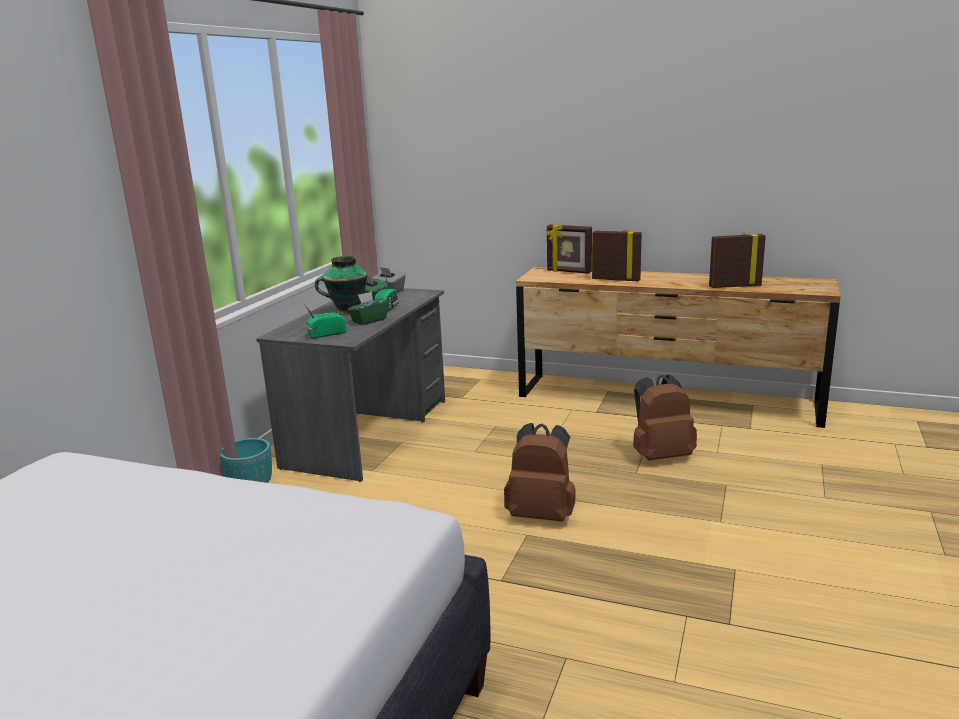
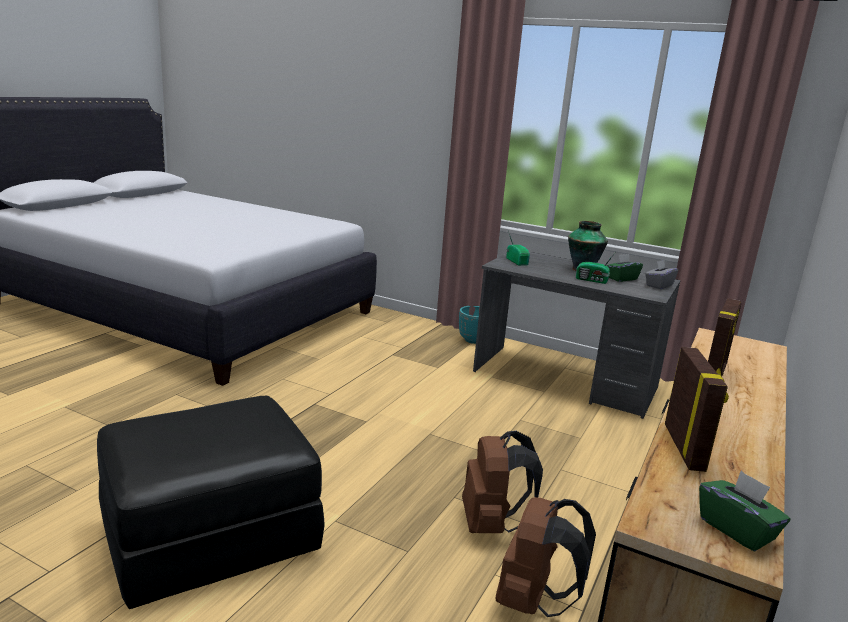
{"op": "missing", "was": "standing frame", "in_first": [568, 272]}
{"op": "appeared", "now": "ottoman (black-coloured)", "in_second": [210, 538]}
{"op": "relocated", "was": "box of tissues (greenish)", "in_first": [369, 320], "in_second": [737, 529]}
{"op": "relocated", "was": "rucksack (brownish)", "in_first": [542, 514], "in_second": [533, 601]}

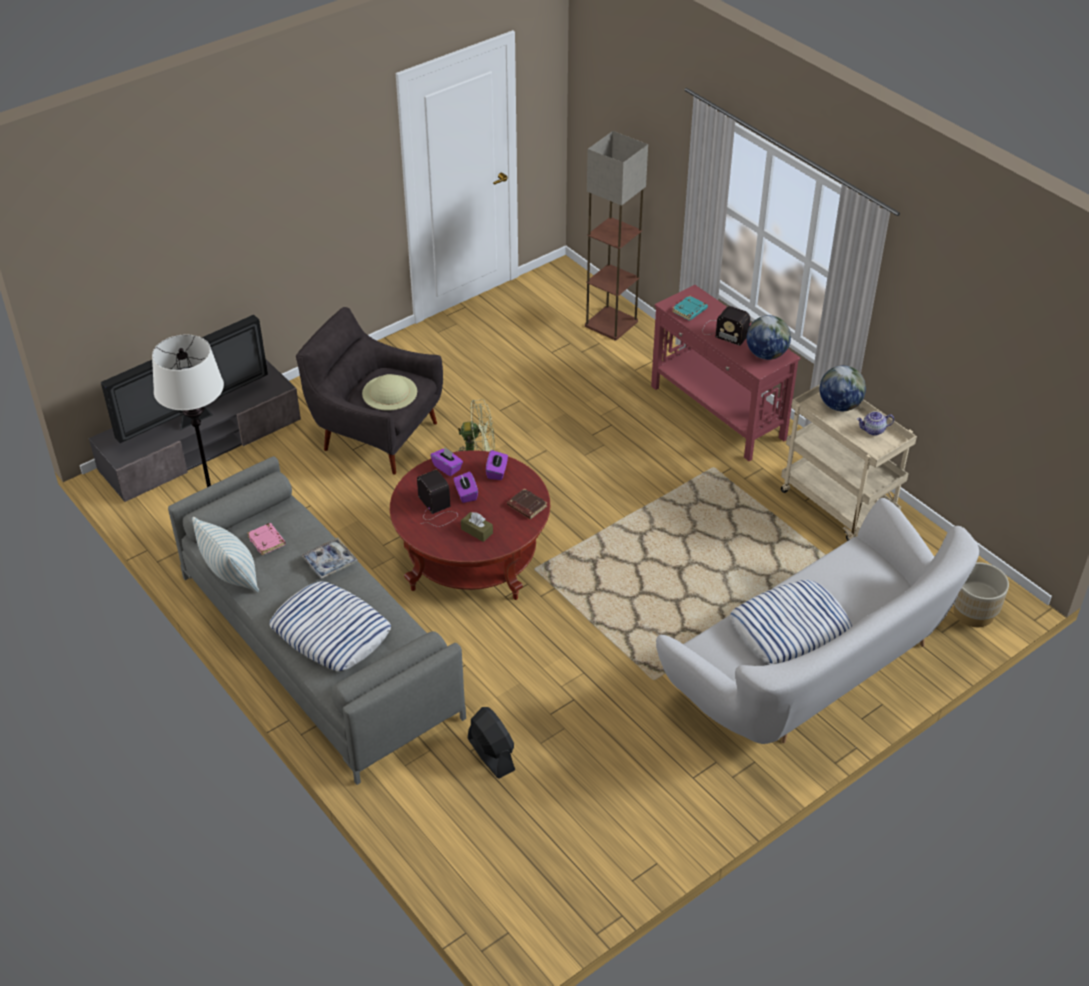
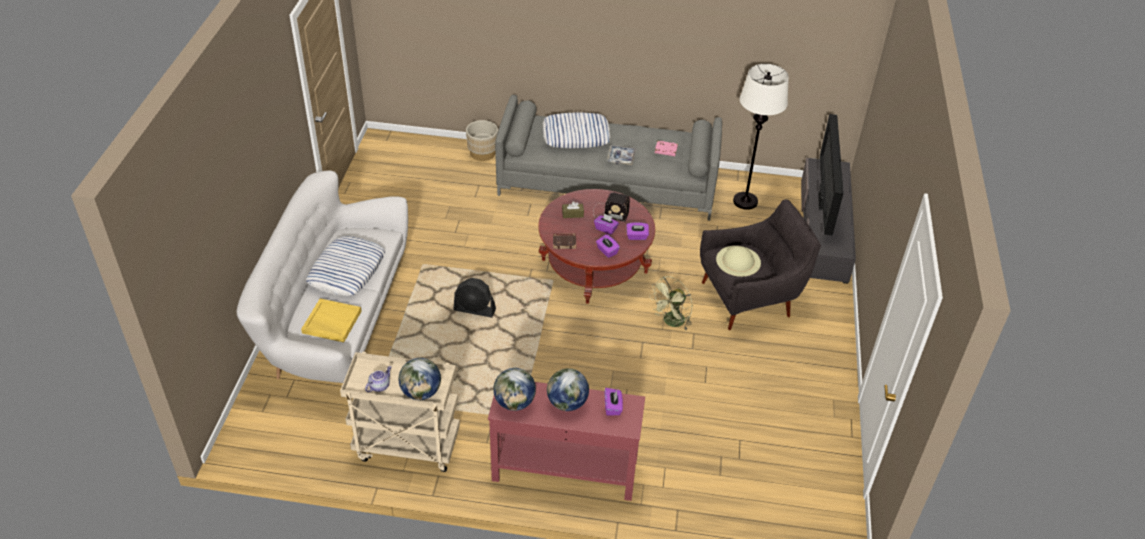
{"op": "missing", "was": "throw pillow", "in_first": [231, 576]}
{"op": "missing", "was": "floor lamp", "in_first": [611, 324]}
{"op": "appeared", "now": "carrying tray (yellow-coloured)", "in_second": [331, 322]}
{"op": "relocated", "was": "electric fan (black-coloured)", "in_first": [491, 754], "in_second": [474, 310]}
{"op": "relocated", "was": "plant pot (sand-coloured)", "in_first": [973, 613], "in_second": [482, 153]}
{"op": "exchanged", "was": "book (turquoise)", "now": "box of tissues (purple-coloured)", "in_first": [689, 311], "in_second": [613, 407]}
{"op": "exchanged", "was": "radio", "now": "globe", "in_first": [723, 332], "in_second": [567, 403]}

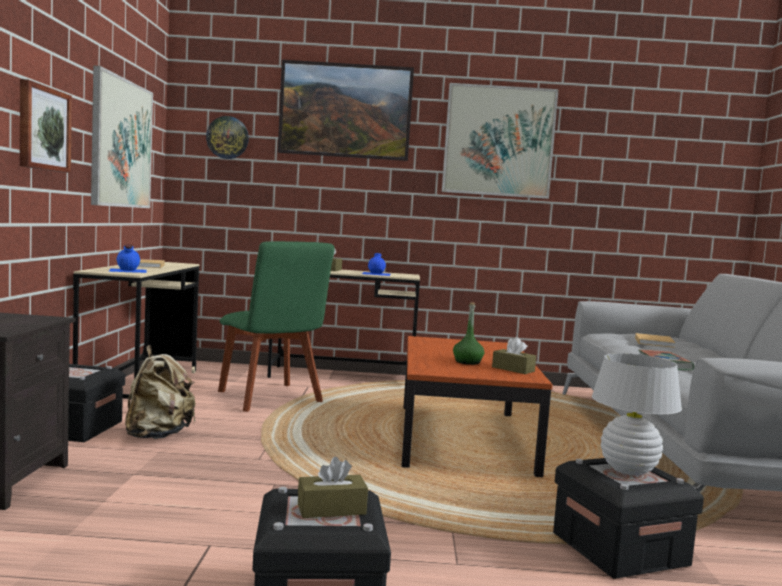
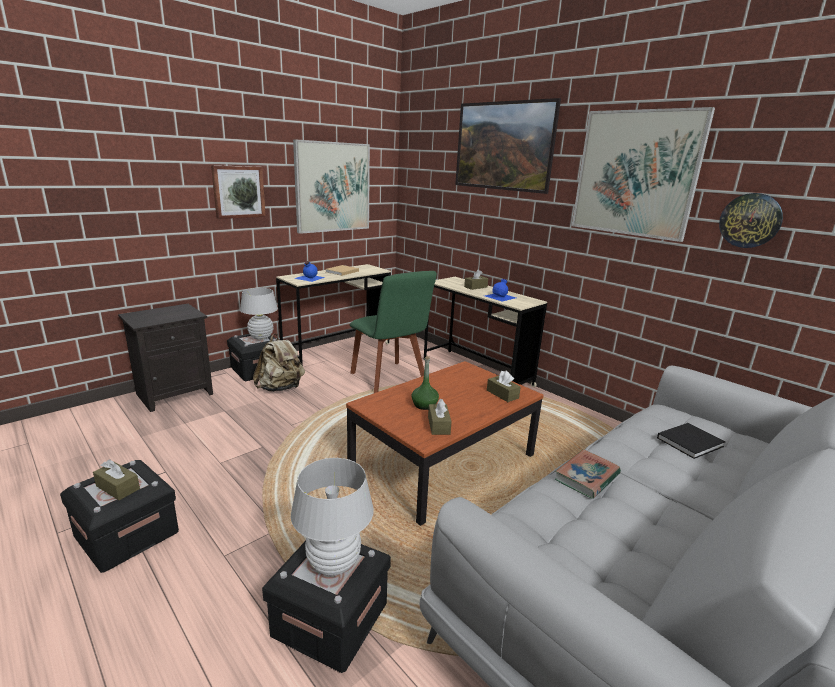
{"op": "appeared", "now": "lamp for a table (whitish)", "in_second": [261, 337]}
{"op": "appeared", "now": "box of tissues (brownish)", "in_second": [502, 394]}
{"op": "relocated", "was": "clock on the wall", "in_first": [227, 137], "in_second": [750, 220]}
{"op": "colour", "was": "book (sand-coloured)", "now": "book (black-coloured)", "in_first": [654, 342], "in_second": [691, 442]}
{"op": "spun", "was": "chair (greenish)", "in_first": [271, 398], "in_second": [390, 379], "clockwise": -45}

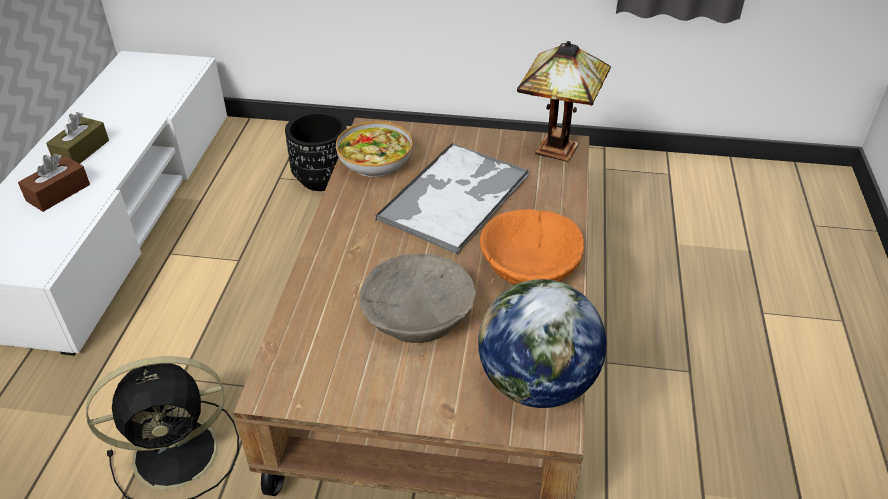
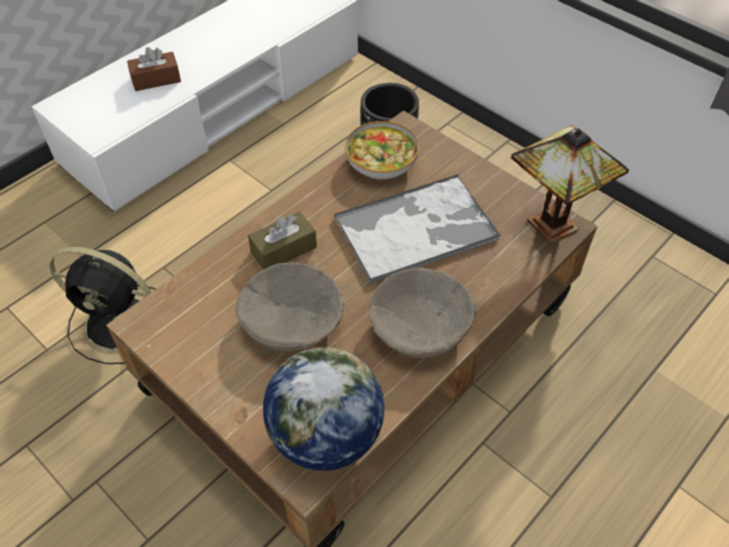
{"op": "relocated", "was": "box of tissues (brownish)", "in_first": [81, 151], "in_second": [284, 249]}
{"op": "colour", "was": "deep dish (orange)", "now": "deep dish (sand-coloured)", "in_first": [529, 264], "in_second": [420, 326]}

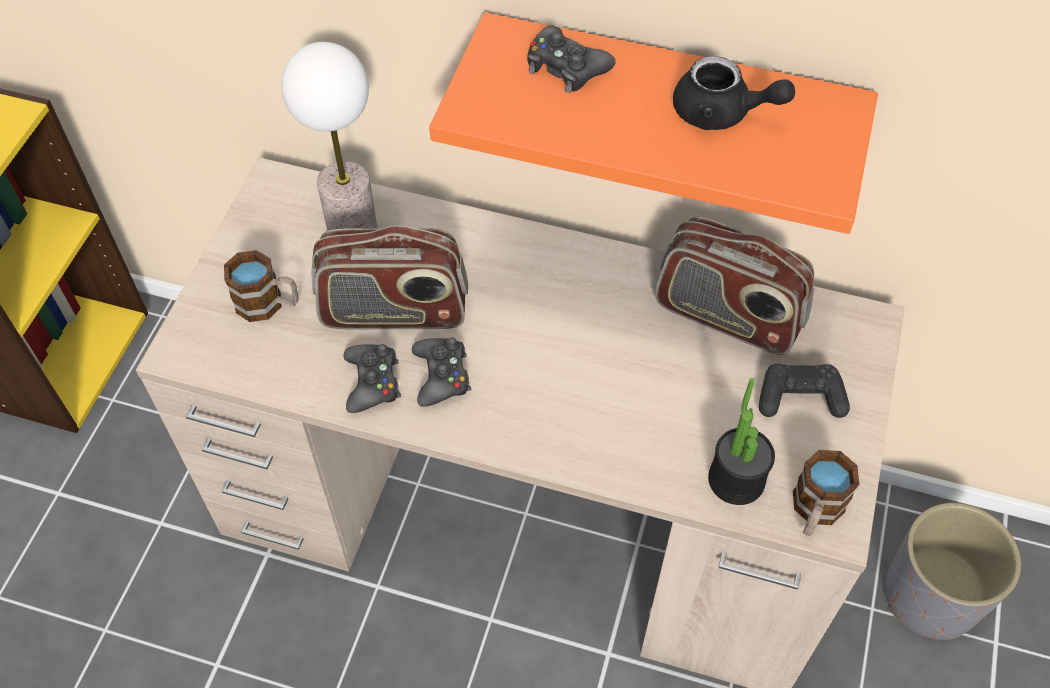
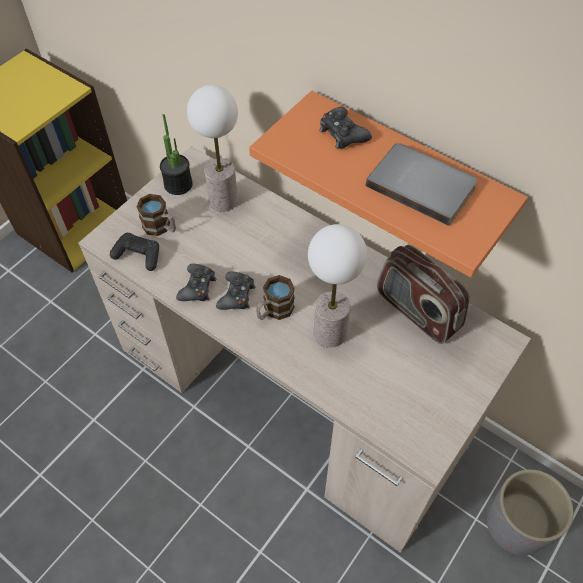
{"op": "missing", "was": "radio", "in_first": [394, 312]}
{"op": "appeared", "now": "lamp for a table", "in_second": [330, 332]}
{"op": "relocated", "was": "potted plant", "in_first": [736, 480], "in_second": [178, 184]}
{"op": "relocated", "was": "gamepad (black-coloured)", "in_first": [800, 398], "in_second": [138, 255]}
{"op": "relocated", "was": "mug", "in_first": [814, 511], "in_second": [274, 311]}
{"op": "exchanged", "was": "pot for tea (black-coloured)", "now": "book (grey)", "in_first": [721, 114], "in_second": [422, 184]}

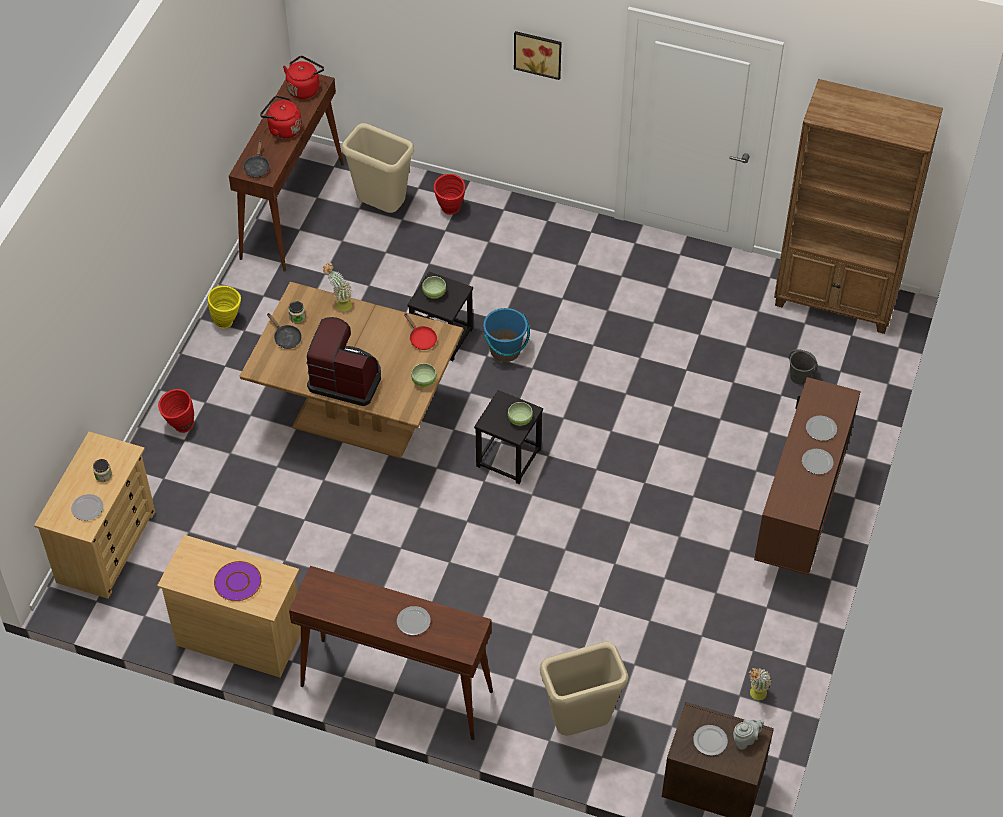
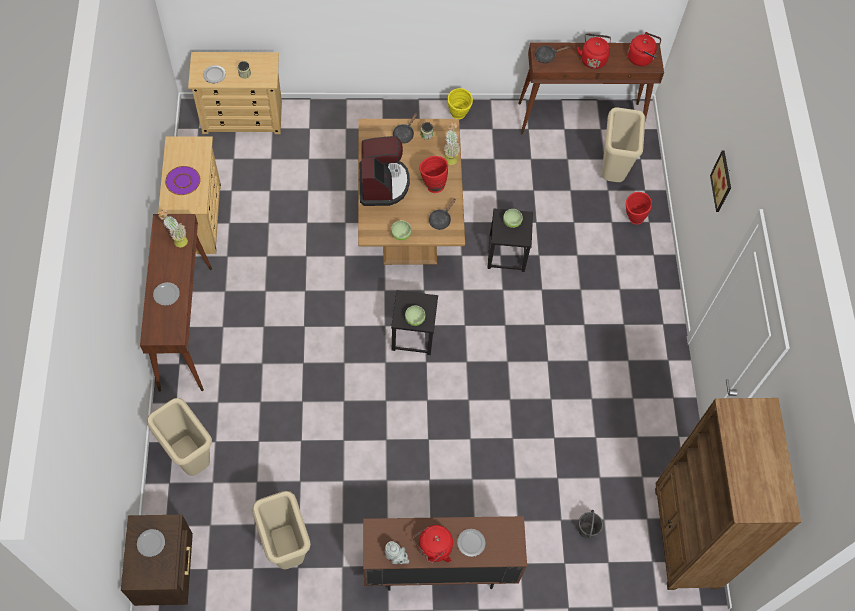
{"op": "missing", "was": "pail (blue)", "in_first": [505, 351]}
{"op": "appeared", "now": "rubbish bin (sand-coloured)", "in_second": [286, 549]}
{"op": "relocated", "was": "vase (reddish)", "in_first": [179, 427], "in_second": [432, 185]}
{"op": "relocated", "was": "pot for tea (grey)", "in_first": [745, 739], "in_second": [395, 557]}
{"op": "relocated", "was": "potted plant", "in_first": [755, 696], "in_second": [177, 240]}
{"op": "exchanged", "was": "dinner plate", "now": "water kettle (reddish)", "in_first": [817, 463], "in_second": [433, 549]}
{"op": "colour", "was": "pan (reddish)", "now": "pan (black-coloured)", "in_first": [421, 339], "in_second": [441, 219]}

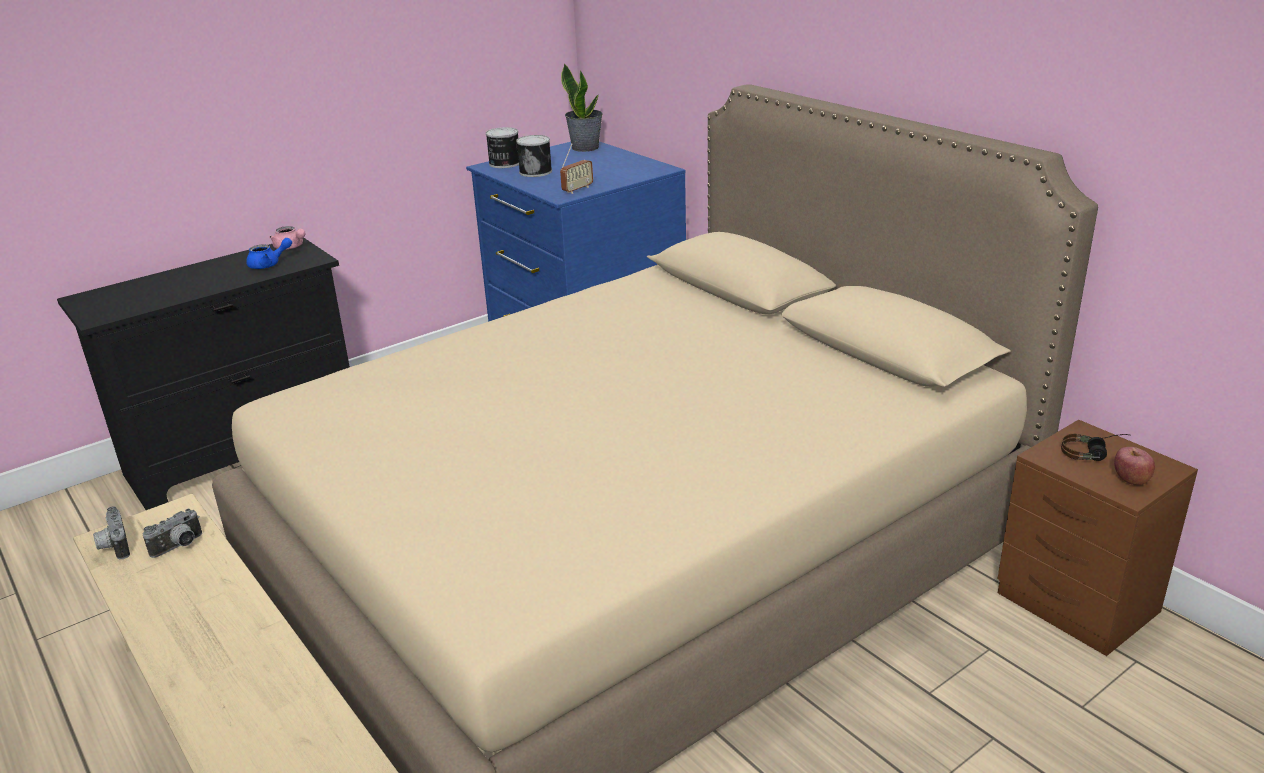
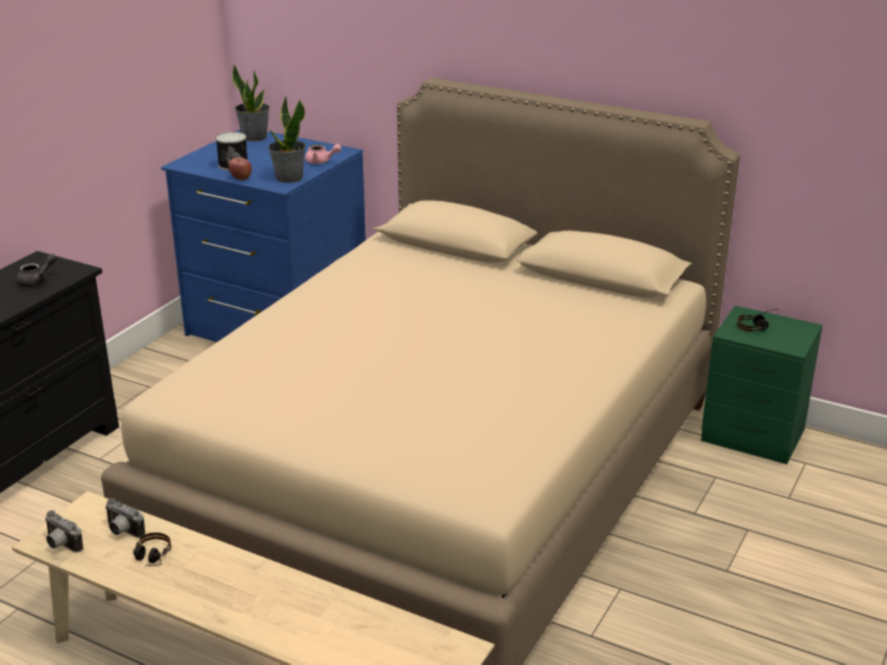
{"op": "missing", "was": "metal can", "in_first": [504, 163]}
{"op": "appeared", "now": "headset", "in_second": [150, 559]}
{"op": "relocated", "was": "pot for tea (pink-coloured)", "in_first": [290, 247], "in_second": [321, 162]}
{"op": "relocated", "was": "whole apple", "in_first": [1130, 480], "in_second": [241, 178]}
{"op": "exchanged", "was": "radio", "now": "potted plant", "in_first": [577, 190], "in_second": [289, 178]}
{"op": "colour", "was": "pot for tea (blue)", "now": "pot for tea (grey)", "in_first": [269, 264], "in_second": [37, 281]}
{"op": "colour", "was": "night table (brownish)", "now": "night table (greenish)", "in_first": [1078, 605], "in_second": [754, 437]}
{"op": "spun", "was": "photo camera", "in_first": [179, 547], "in_second": [122, 531], "clockwise": 105}

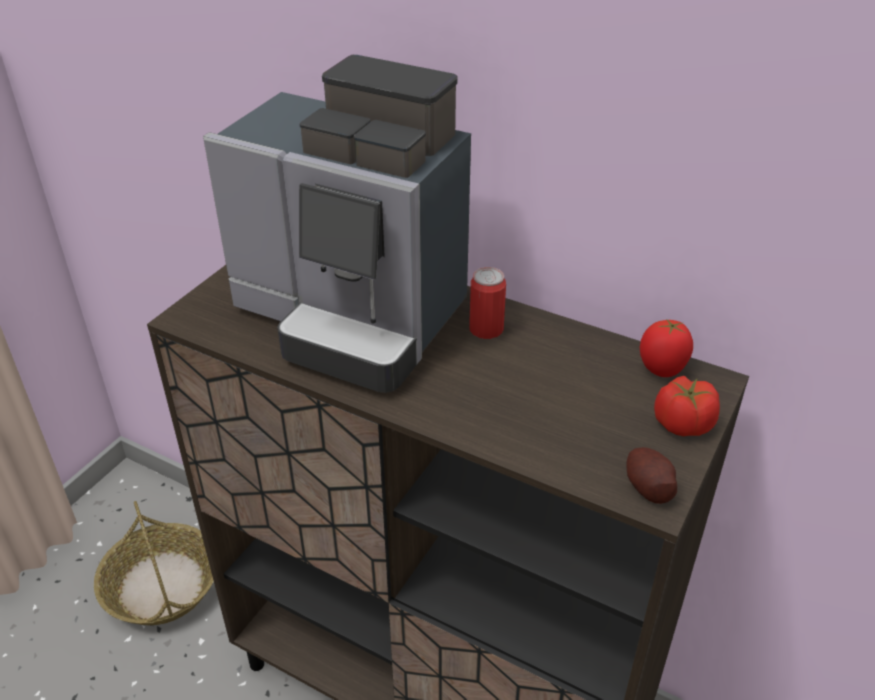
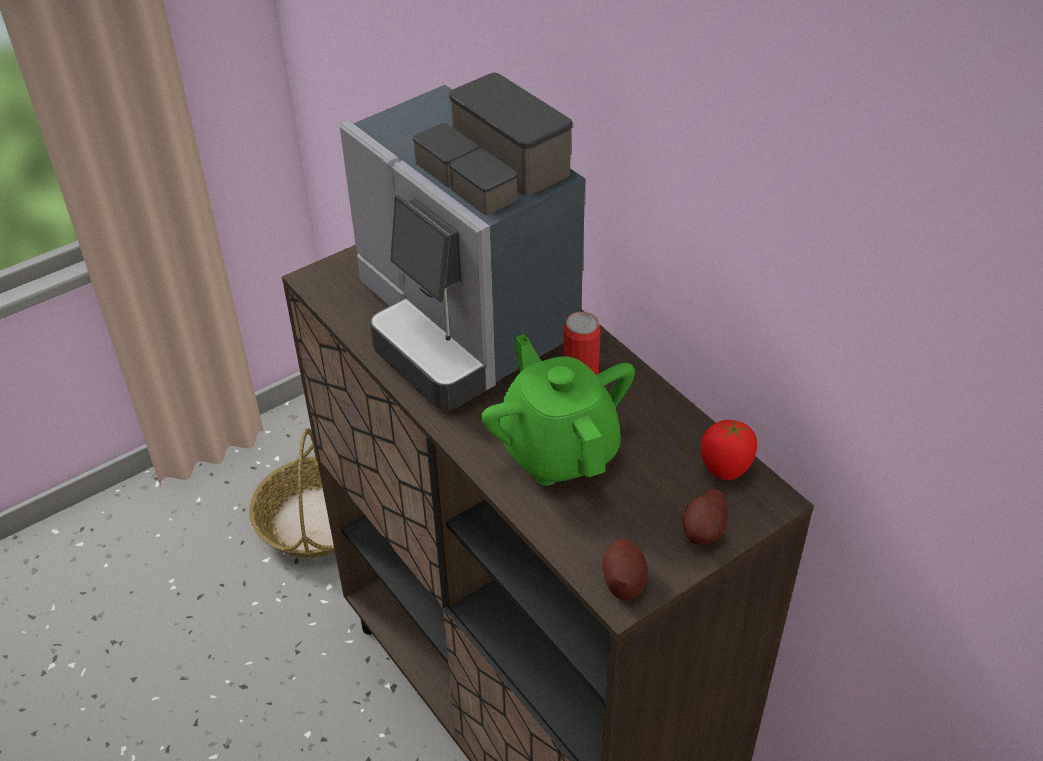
{"op": "appeared", "now": "pot for tea (greenish)", "in_second": [558, 449]}
{"op": "exchanged", "was": "tomato", "now": "potato", "in_first": [682, 424], "in_second": [704, 531]}

